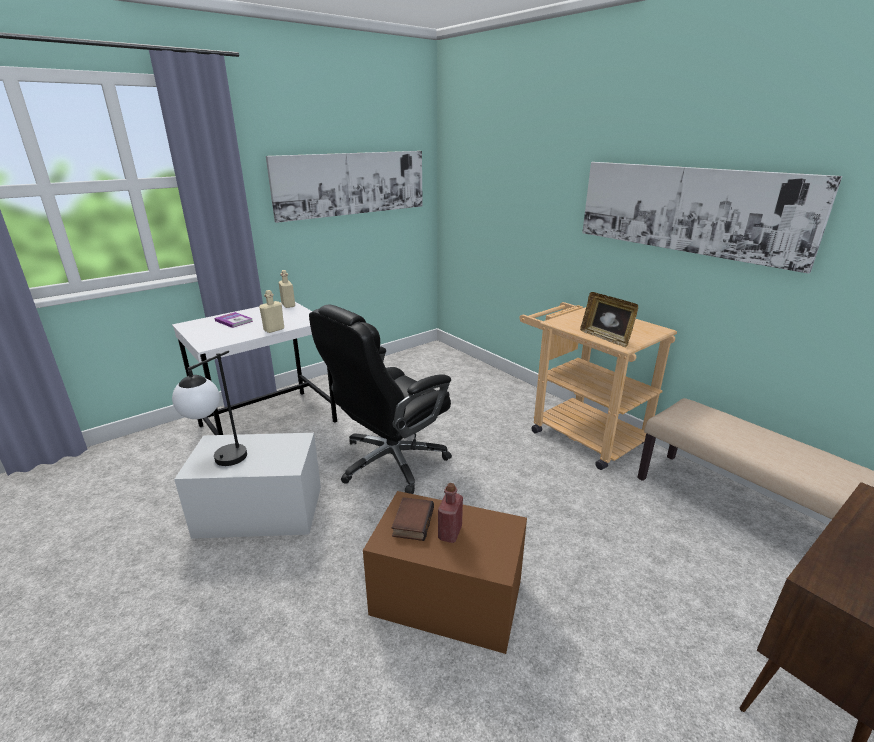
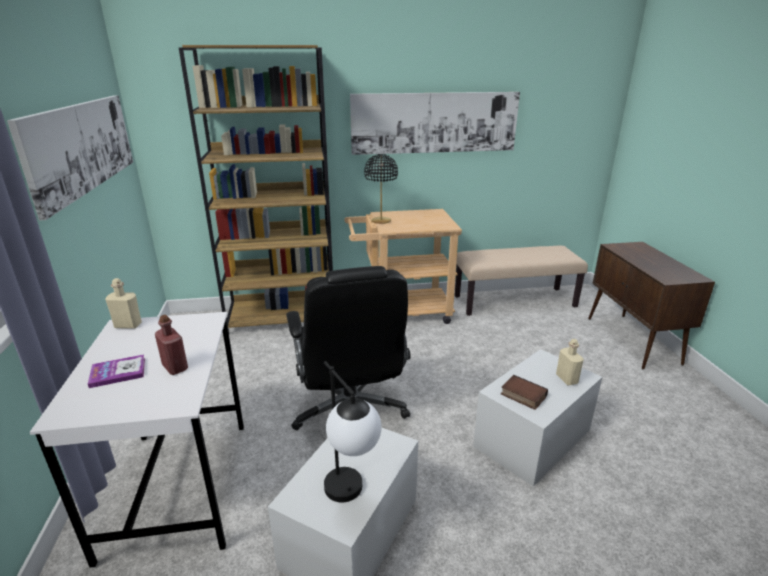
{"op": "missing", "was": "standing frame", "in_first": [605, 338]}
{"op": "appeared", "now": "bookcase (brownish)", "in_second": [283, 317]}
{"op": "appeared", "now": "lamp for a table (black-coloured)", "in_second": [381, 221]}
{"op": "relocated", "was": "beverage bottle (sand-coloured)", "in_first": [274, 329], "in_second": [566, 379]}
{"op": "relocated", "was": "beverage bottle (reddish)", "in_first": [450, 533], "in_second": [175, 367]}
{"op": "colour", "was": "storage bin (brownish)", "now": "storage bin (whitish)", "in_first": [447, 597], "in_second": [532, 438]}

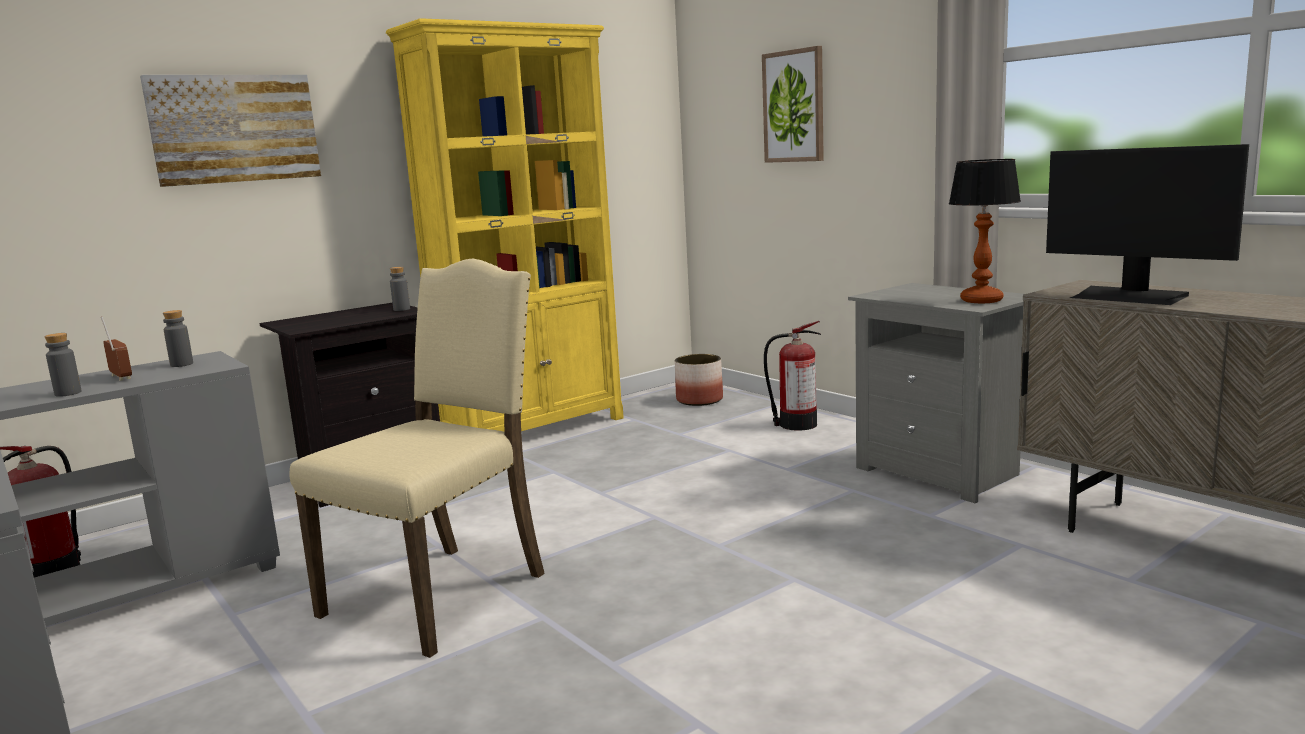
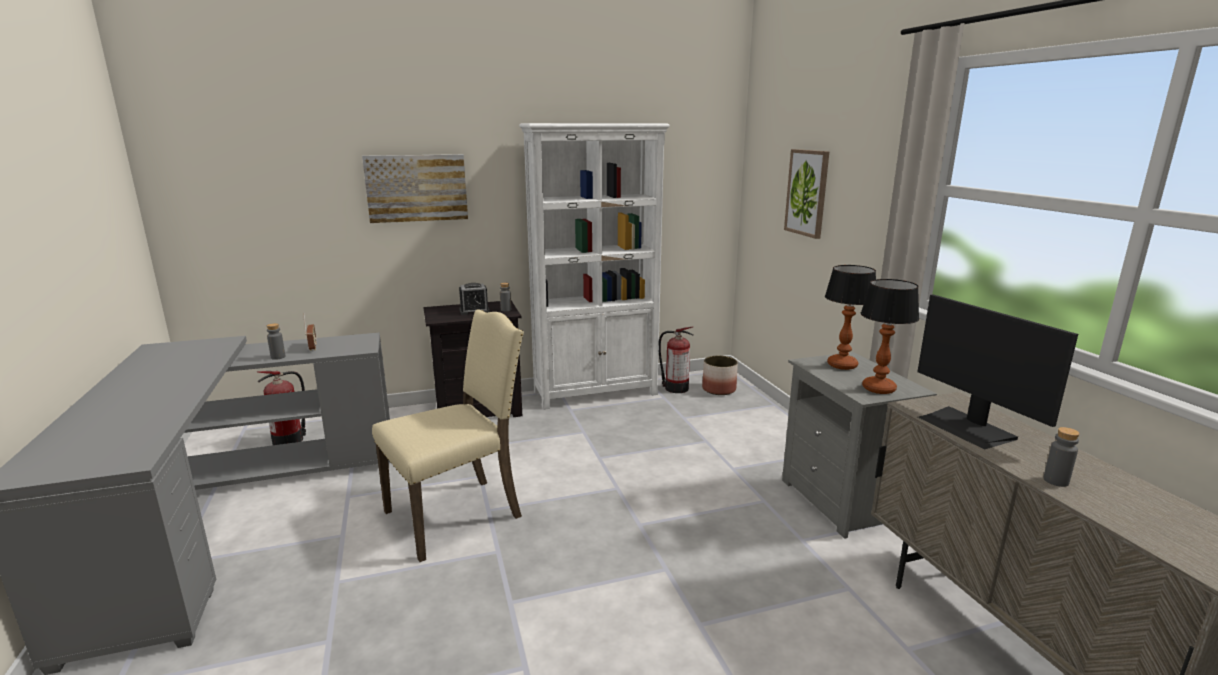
{"op": "appeared", "now": "alarm clock", "in_second": [474, 311]}
{"op": "appeared", "now": "lamp for a table", "in_second": [843, 365]}
{"op": "relocated", "was": "beverage bottle (grey)", "in_first": [181, 364], "in_second": [1056, 481]}
{"op": "relocated", "was": "fire extinguisher", "in_first": [795, 424], "in_second": [675, 388]}
{"op": "colour", "was": "bookcase (yellow-coloured)", "now": "bookcase (whitish)", "in_first": [535, 430], "in_second": [596, 393]}

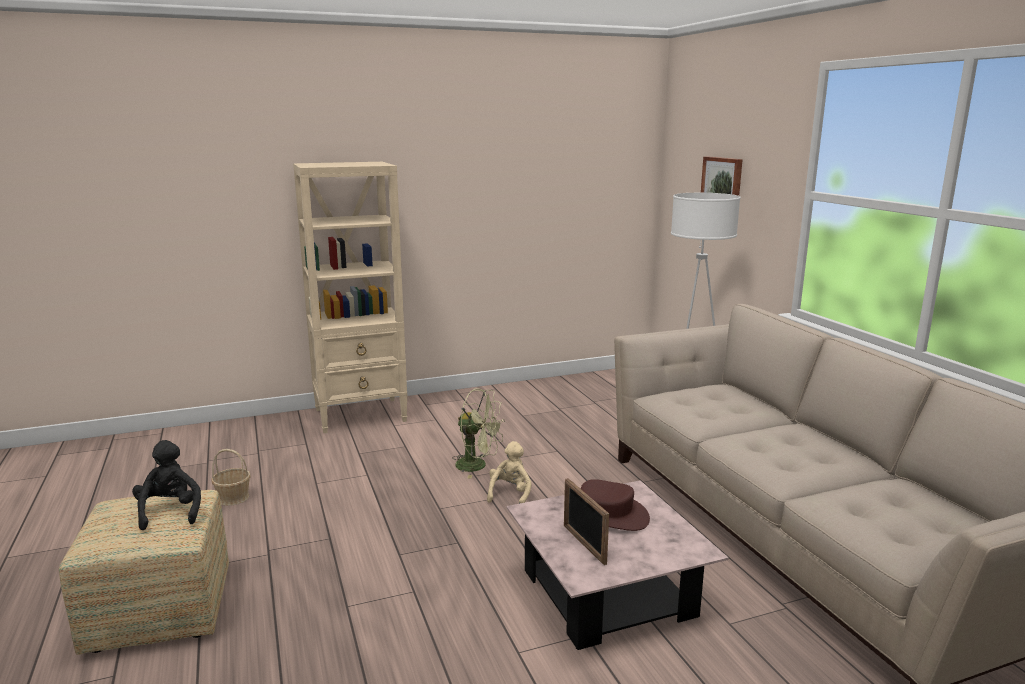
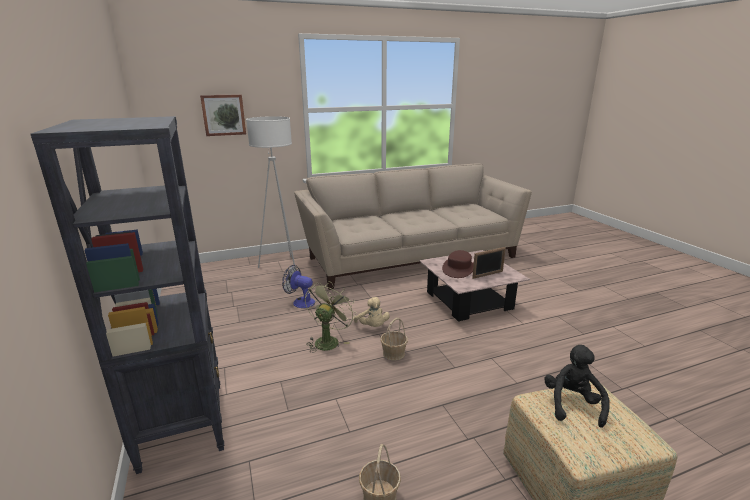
{"op": "appeared", "now": "electric fan", "in_second": [300, 302]}
{"op": "appeared", "now": "storage basket", "in_second": [393, 353]}
{"op": "colour", "was": "bookcase (sand-coloured)", "now": "bookcase (black-coloured)", "in_first": [361, 415], "in_second": [183, 423]}
{"op": "spun", "was": "plush toy (black-coloured)", "in_first": [170, 512], "in_second": [572, 404], "clockwise": 120}
{"op": "spun", "was": "plush toy (sand-coloured)", "in_first": [510, 494], "in_second": [372, 326], "clockwise": -135}

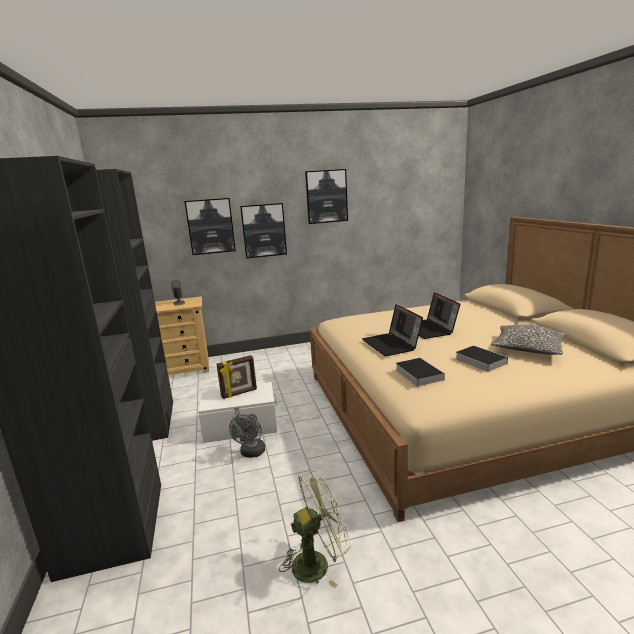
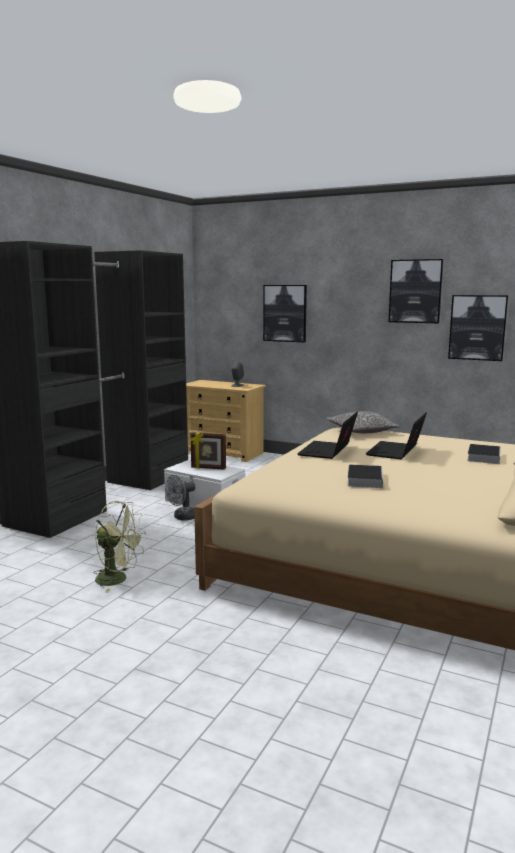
{"op": "relocated", "was": "wall picture", "in_first": [264, 230], "in_second": [477, 327]}
{"op": "relocated", "was": "book", "in_first": [417, 374], "in_second": [483, 456]}
{"op": "relocated", "was": "throw pillow", "in_first": [527, 348], "in_second": [361, 431]}

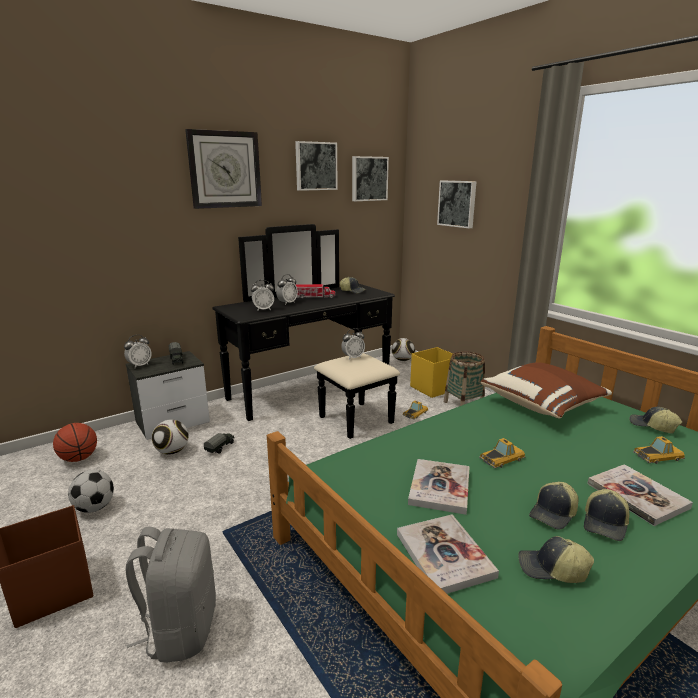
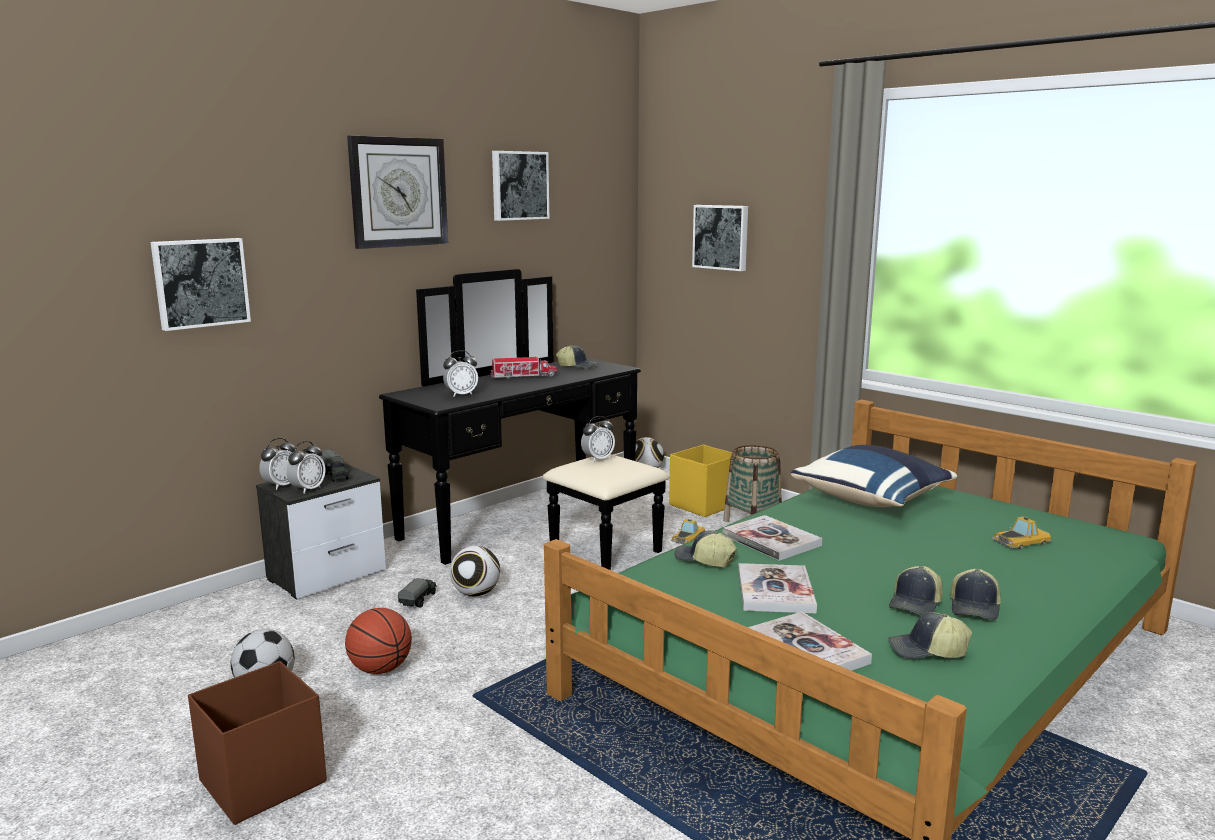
{"op": "missing", "was": "rucksack (grey)", "in_first": [181, 629]}
{"op": "missing", "was": "toy car", "in_first": [502, 458]}
{"op": "relocated", "was": "ball for basketball", "in_first": [79, 458], "in_second": [380, 669]}
{"op": "relocated", "was": "football", "in_first": [172, 451], "in_second": [476, 593]}
{"op": "relocated", "was": "alarm clock", "in_first": [287, 303], "in_second": [307, 489]}
{"op": "relocated", "was": "wall picture", "in_first": [369, 178], "in_second": [200, 283]}
{"op": "relocated", "was": "book", "in_first": [637, 495], "in_second": [771, 540]}
{"op": "relocated", "was": "peaked cap", "in_first": [652, 426], "in_second": [704, 560]}
{"op": "colour", "was": "throw pillow (brownish)", "now": "throw pillow (blue)", "in_first": [543, 405], "in_second": [873, 500]}

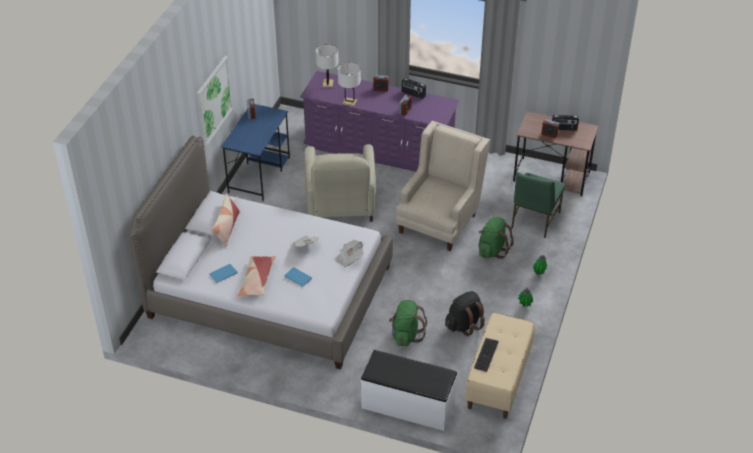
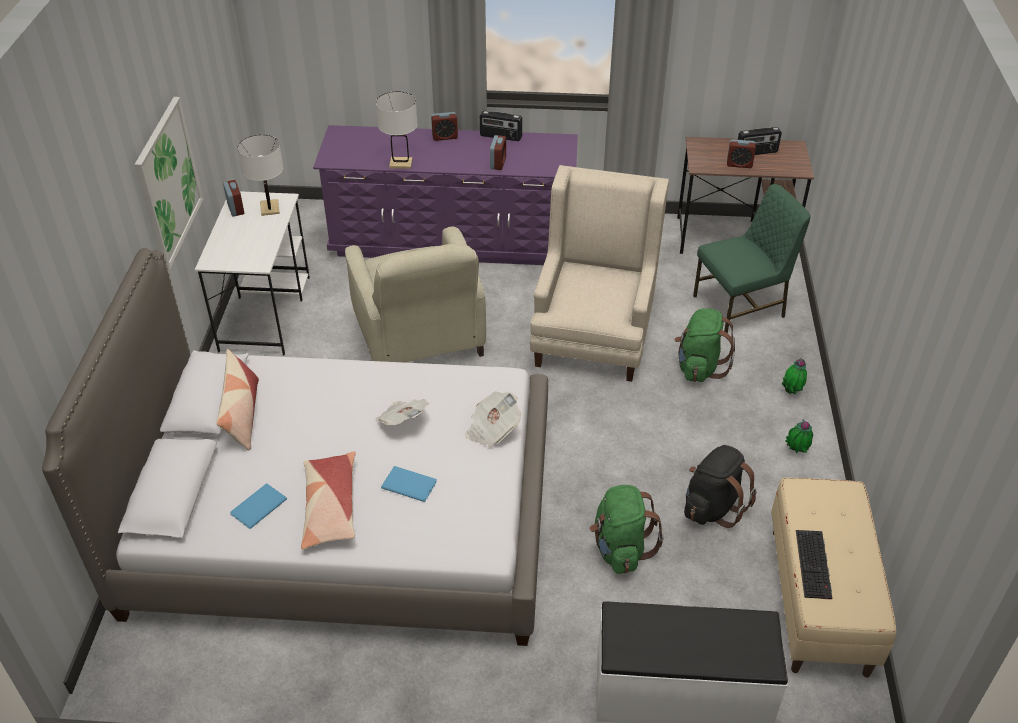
{"op": "relocated", "was": "lamp for a table (whitish)", "in_first": [328, 84], "in_second": [270, 208]}
{"op": "colour", "was": "desk table (blue)", "now": "desk table (whitish)", "in_first": [259, 174], "in_second": [265, 312]}
{"op": "spun", "was": "chair (greenish)", "in_first": [534, 220], "in_second": [741, 307], "clockwise": -120}

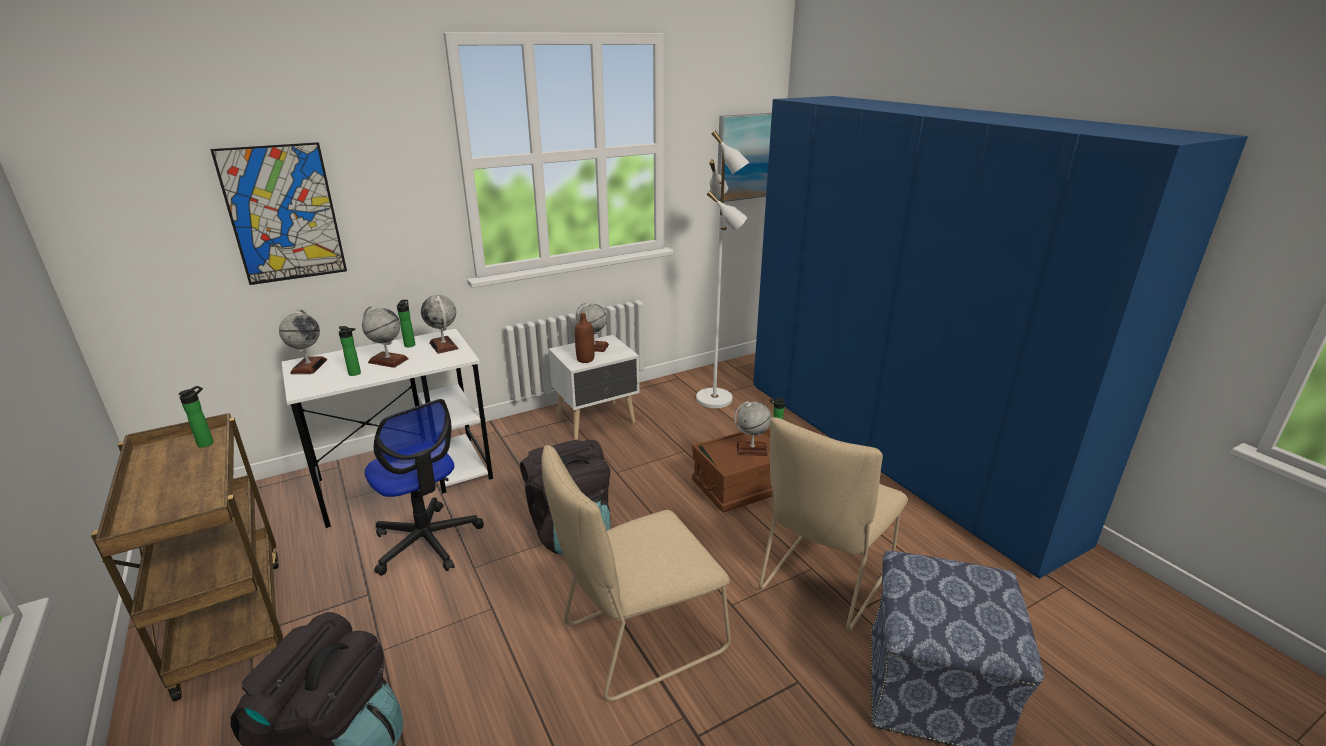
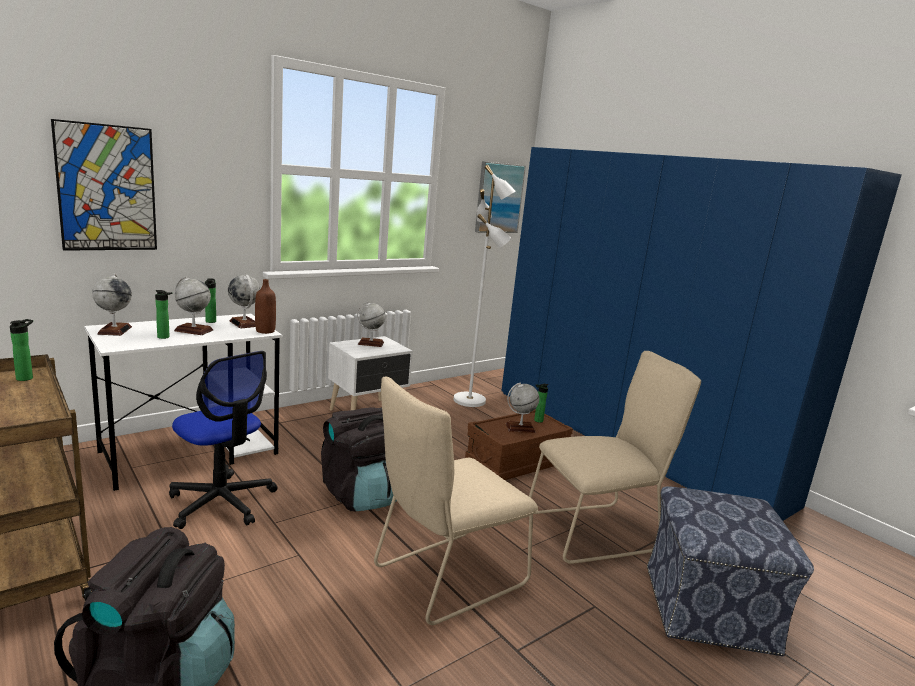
{"op": "relocated", "was": "beverage bottle (brownish)", "in_first": [585, 359], "in_second": [265, 331]}
{"op": "spun", "was": "chair (sand-coloured)", "in_first": [823, 581], "in_second": [596, 532], "clockwise": -135}

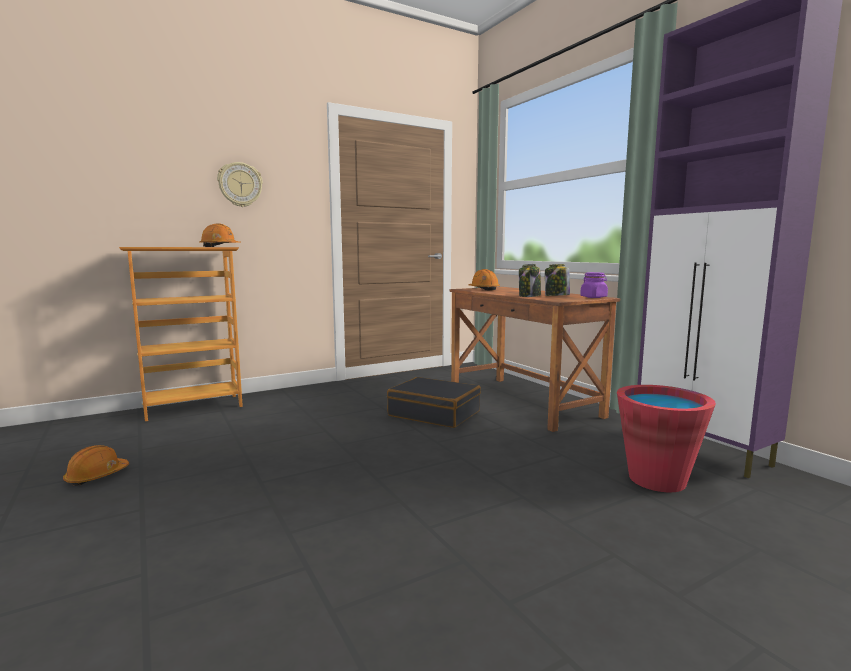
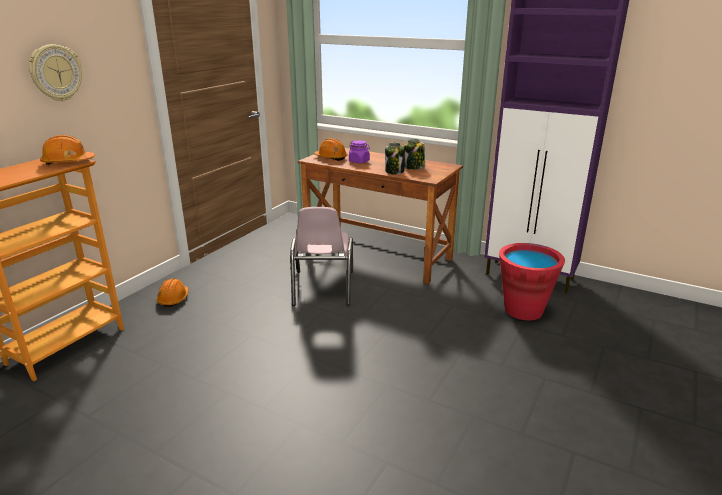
{"op": "relocated", "was": "safety helmet (orange)", "in_first": [97, 476], "in_second": [173, 299]}
{"op": "relocated", "was": "jar (purple-coloured)", "in_first": [593, 297], "in_second": [359, 161]}
{"op": "exchanged", "was": "suitcase (black-coloured)", "now": "chair (pink-coloured)", "in_first": [434, 413], "in_second": [322, 288]}

